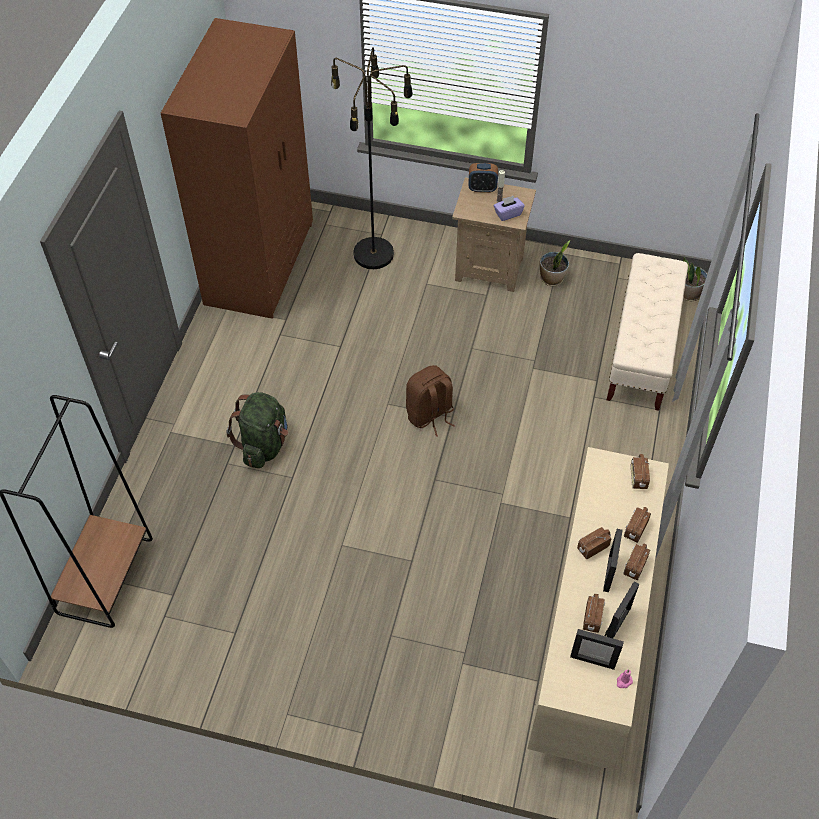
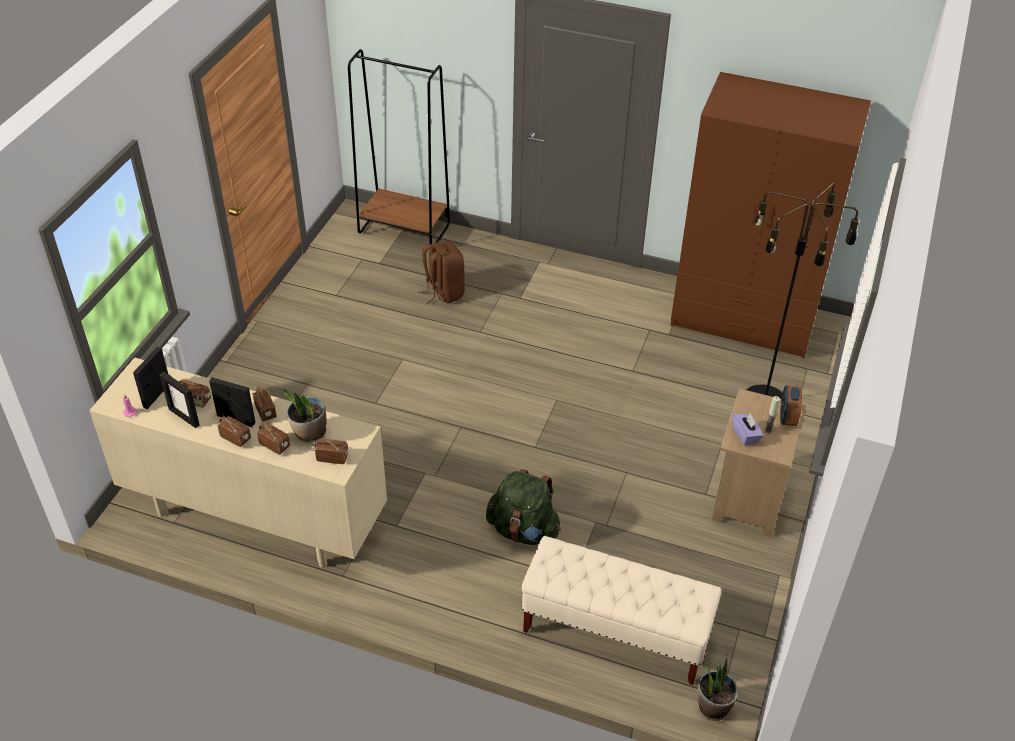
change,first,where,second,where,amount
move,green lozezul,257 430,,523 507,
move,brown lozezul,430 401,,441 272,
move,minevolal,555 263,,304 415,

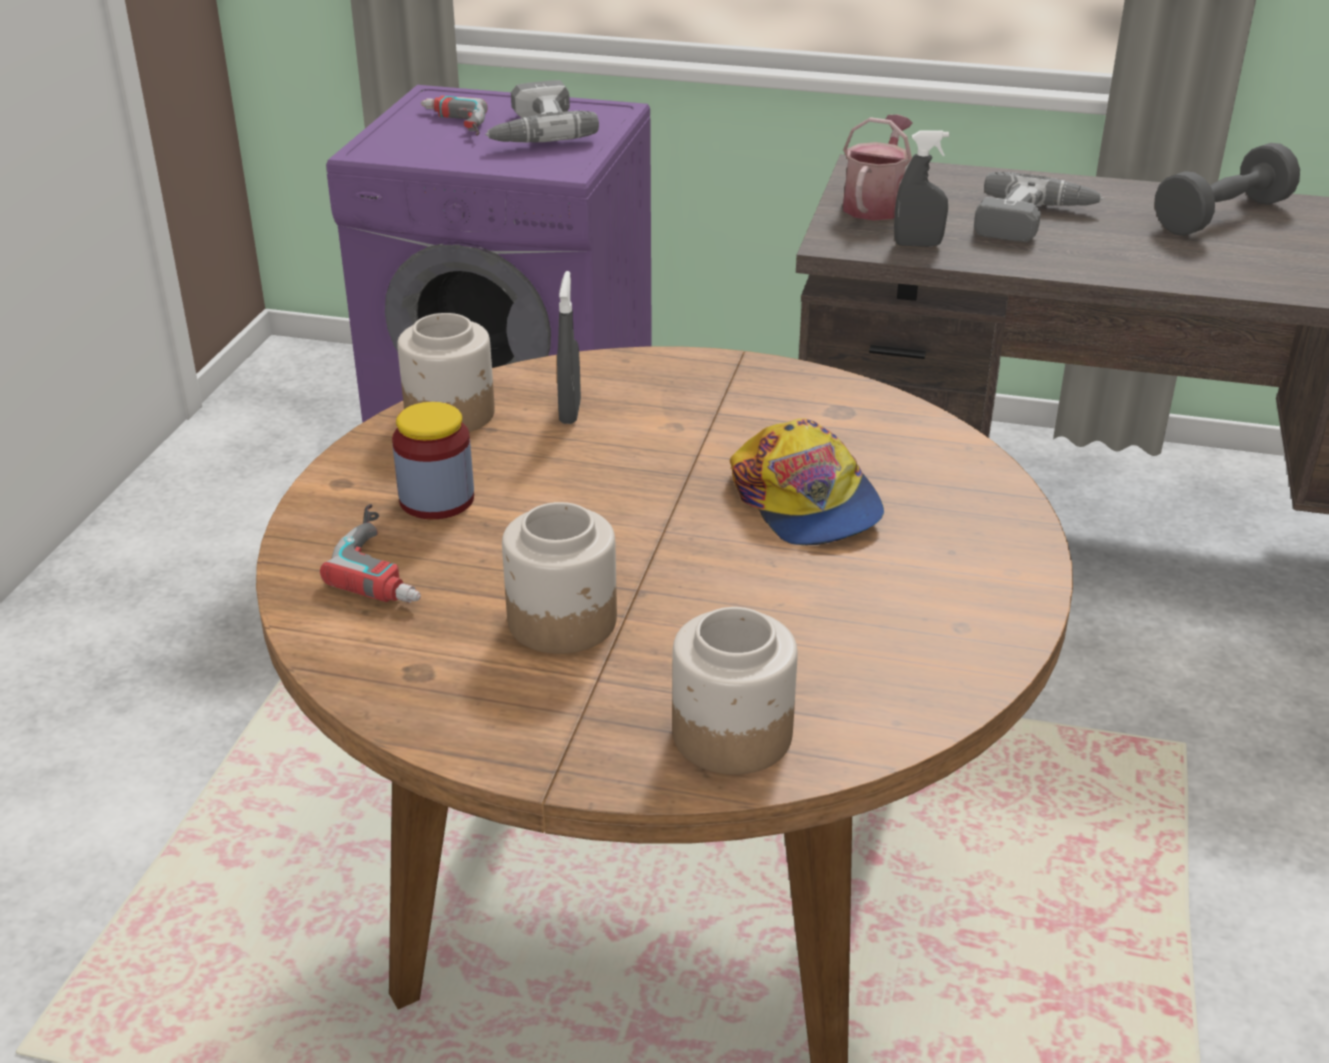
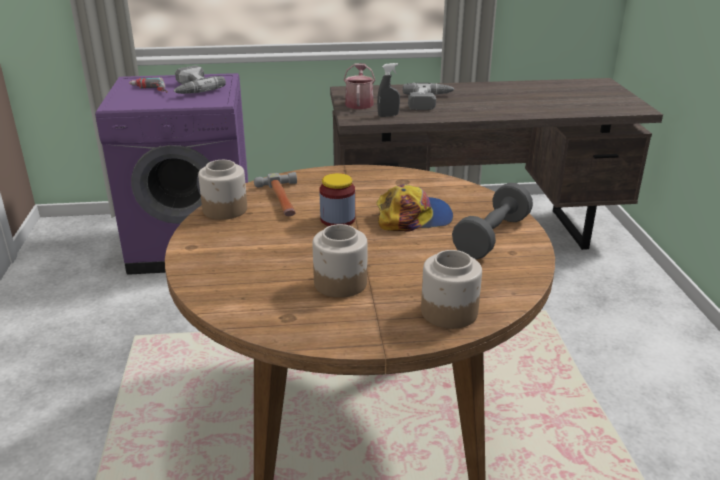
change,first,where,second,where,amount
delete,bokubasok,370 553,,,
move,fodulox,433 460,,337 199,
replace,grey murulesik,569 347,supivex,275 194,
rotate,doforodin,807 482,,414 208,60 degrees counterclockwise
move,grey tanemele,1227 189,,492 221,

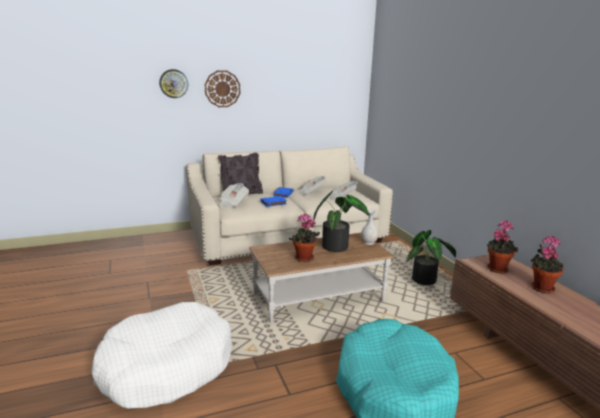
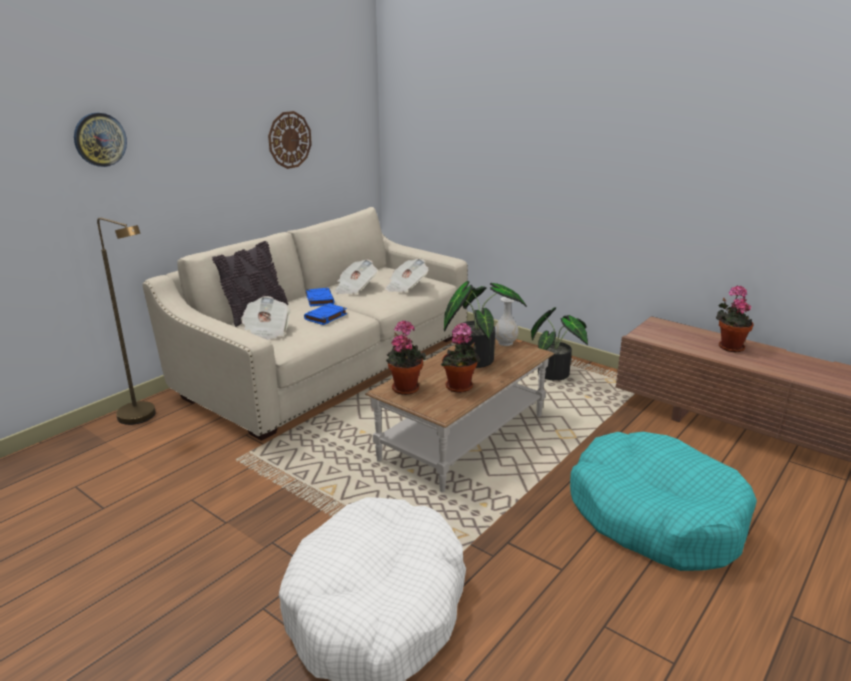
change,first,where,second,where,amount
move,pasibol,222 88,,290 140,
move,minevolal,502 247,,406 357,
insert,,,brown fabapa,126 321,

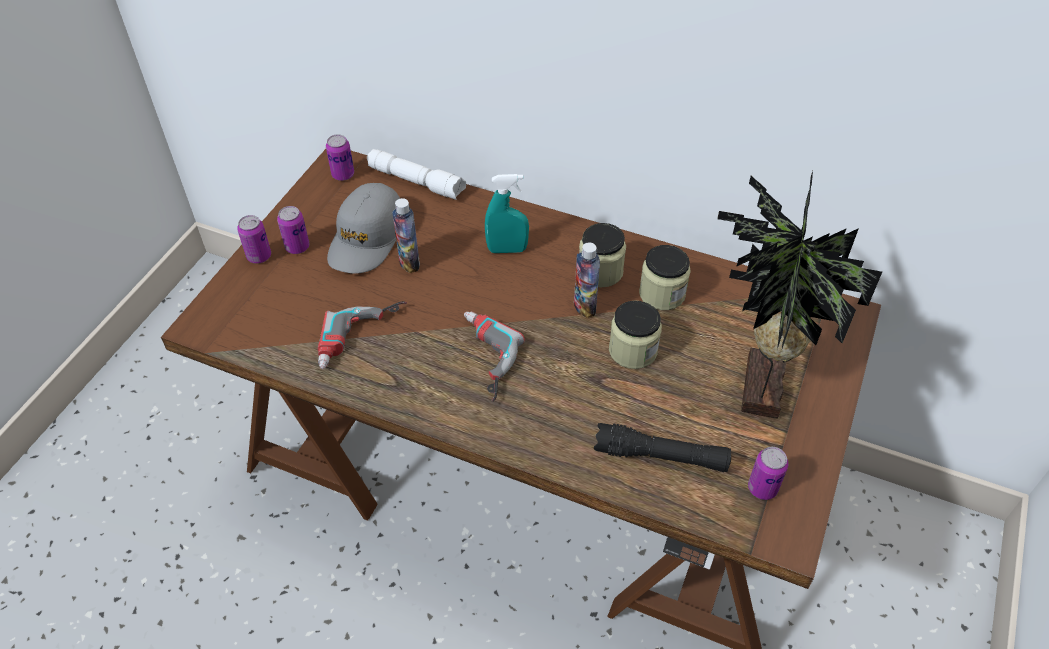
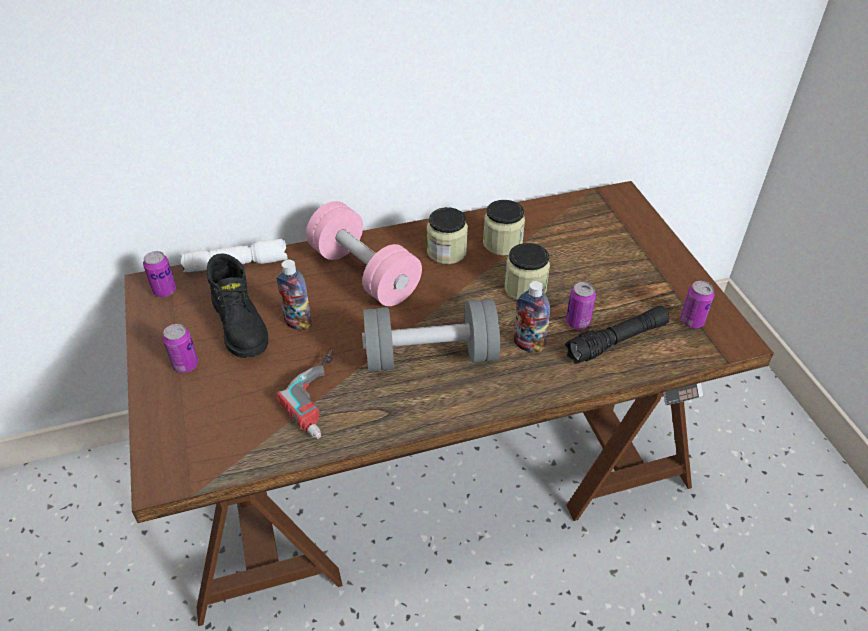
change,first,where,second,where,amount
move,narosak,254 239,,581 306,
replace,grey doforodin,363 228,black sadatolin,237 305,
replace,bokubasok,494 356,grey tanemele,431 335,
replace,turquoise murulesik,507 213,pink tanemele,364 253,
move,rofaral,587 280,,531 317,
delete,minevolal,799 295,,,

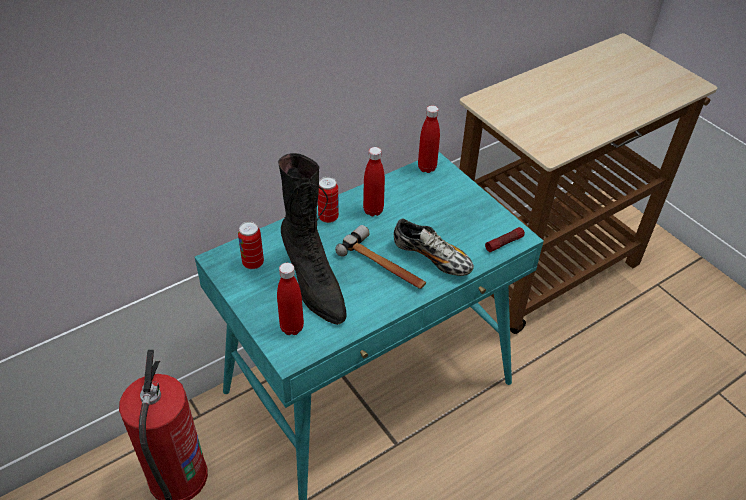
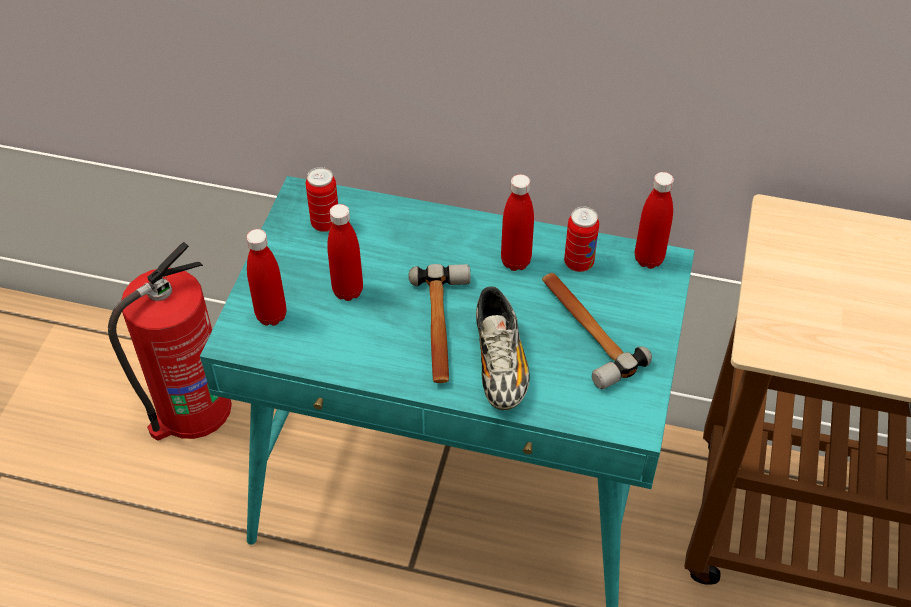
change,first,where,second,where,amount
replace,black sadatolin,312 239,red rofaral,345 252,
move,narosak,328 200,,581 239,
delete,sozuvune,505 239,,,
insert,,,supivex,597 331,

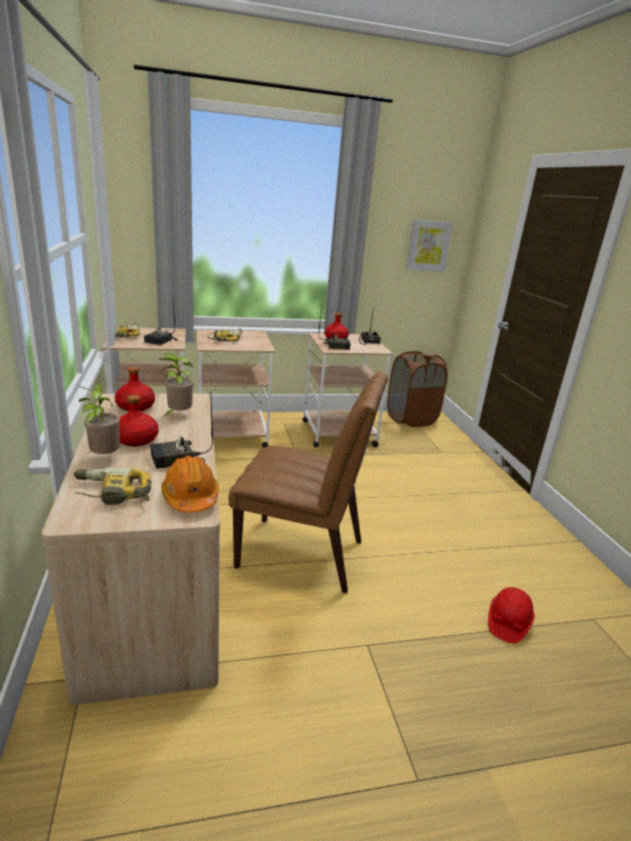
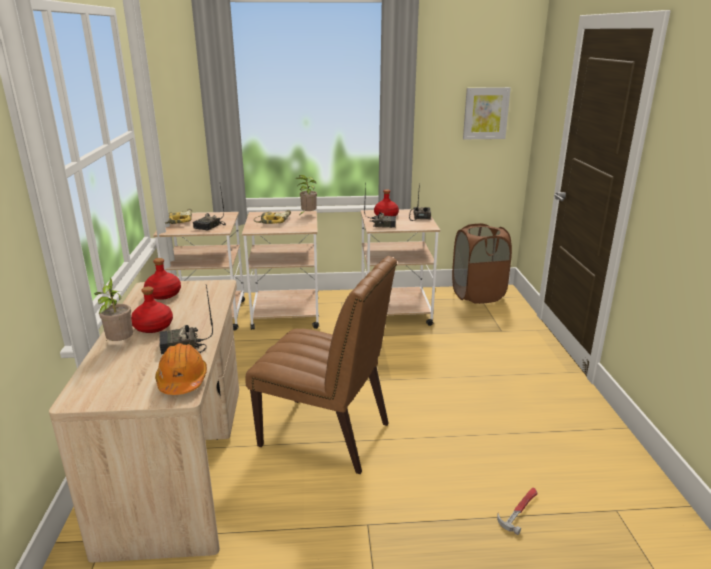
change,first,where,second,where,amount
delete,bokubasok,112 486,,,
move,minevolal,176 385,,306 195,
replace,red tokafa,511 615,supivex,517 511,

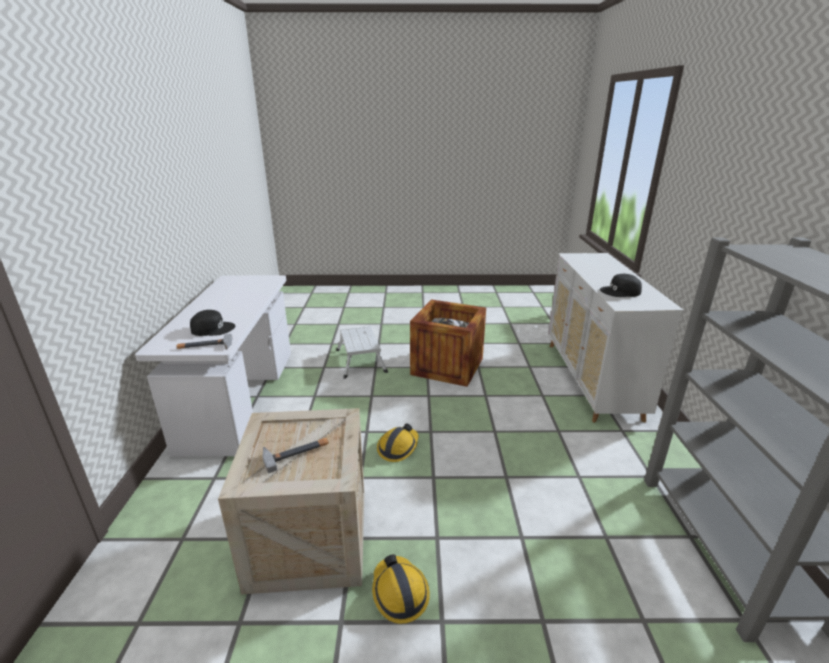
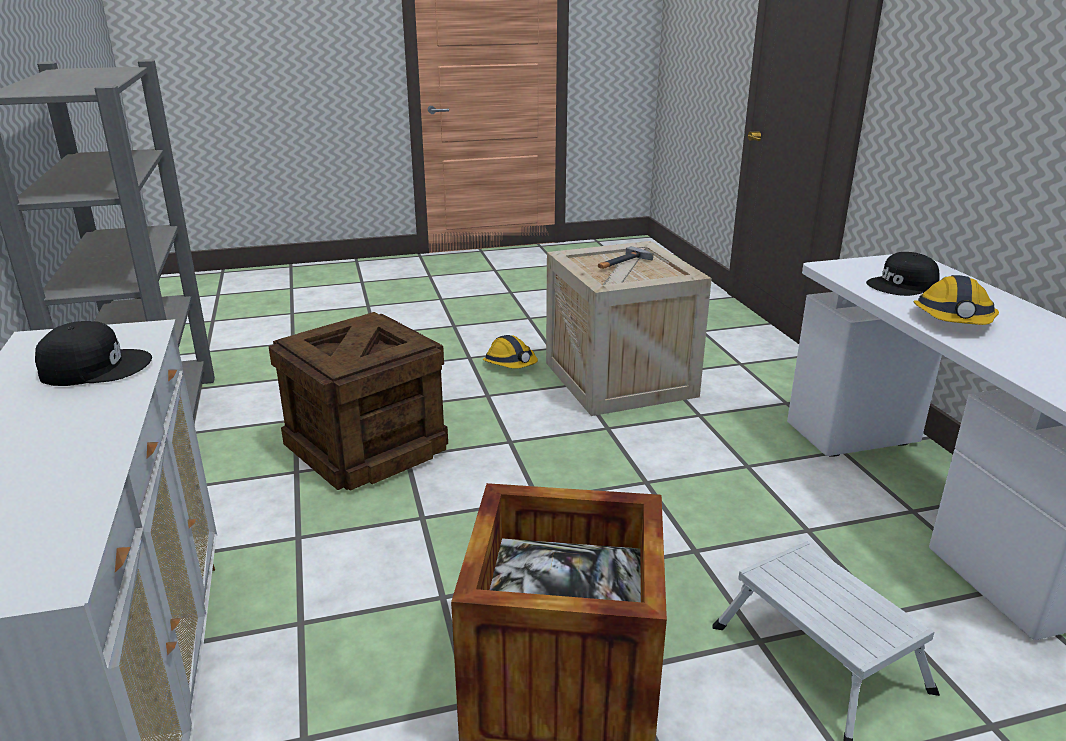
change,first,where,second,where,amount
delete,supivex,204 342,,,
move,tokafa,398 442,,956 300,
insert,,,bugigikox,358 401,

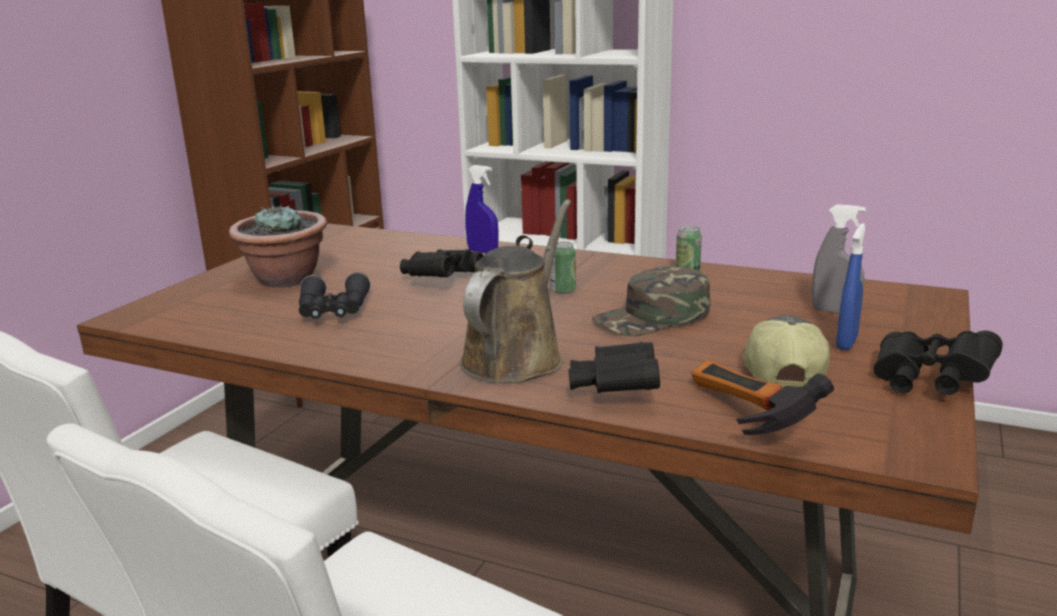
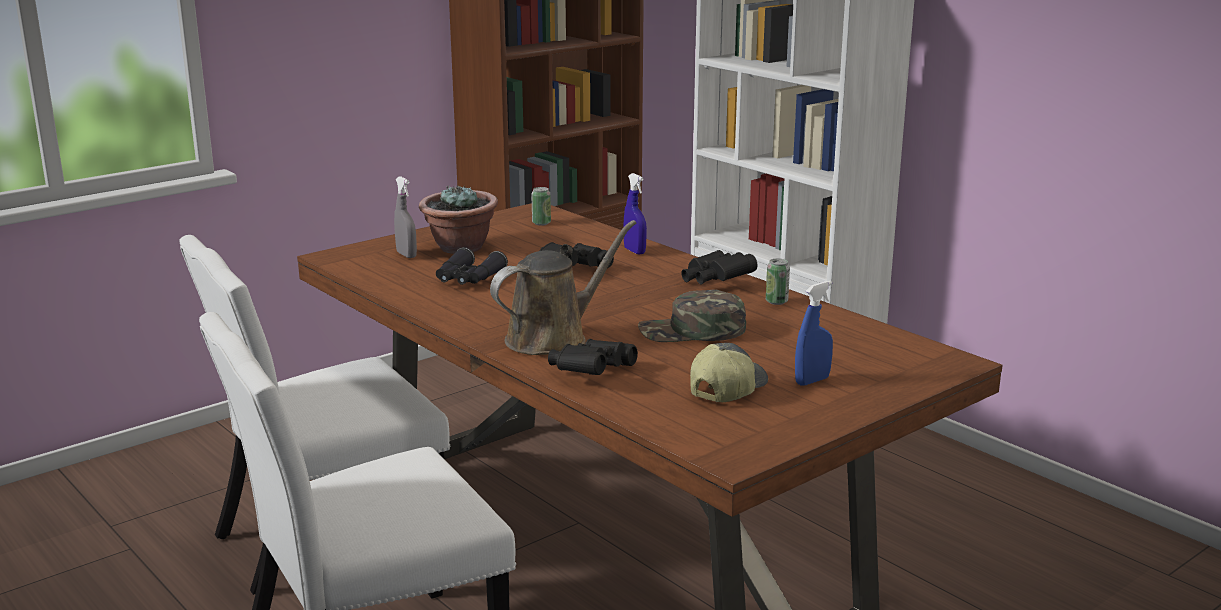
change,first,where,second,where,amount
move,narosak,563 268,,541 206,
delete,supivex,762 397,,,
move,grey murulesik,839 259,,405 217,
move,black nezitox,938 363,,719 267,

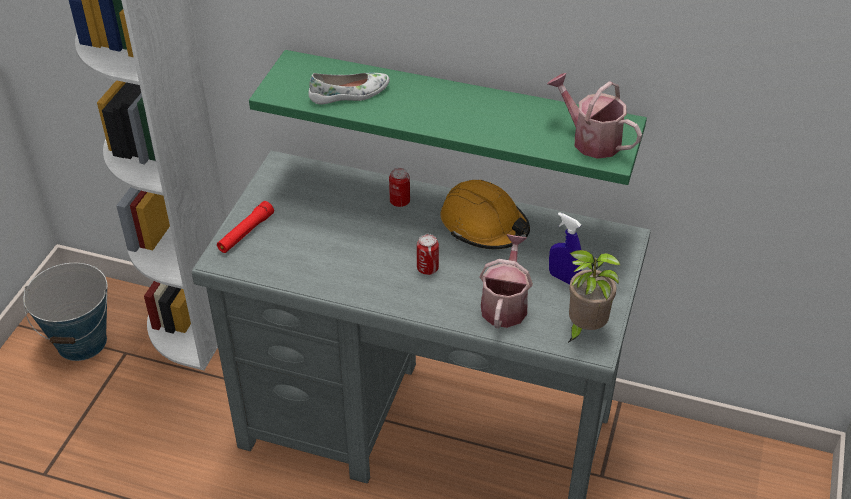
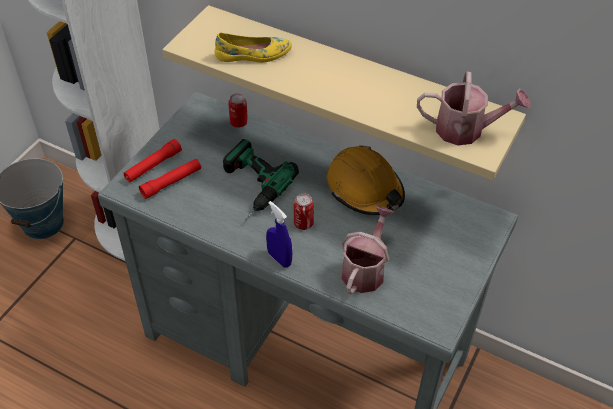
change,first,where,second,where,amount
recolor,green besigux,448 117,beige besigux,344 92,
recolor,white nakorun,349 88,yellow nakorun,253 48,
move,narosak,399 187,,238 110,
rotate,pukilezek,594 116,,474 108,135 degrees clockwise
move,blue murulesik,565 248,,279 234,
delete,minevolal,594 296,,,
insert,,,red sozuvune,170 179,
insert,,,bokubasok,261 179,

